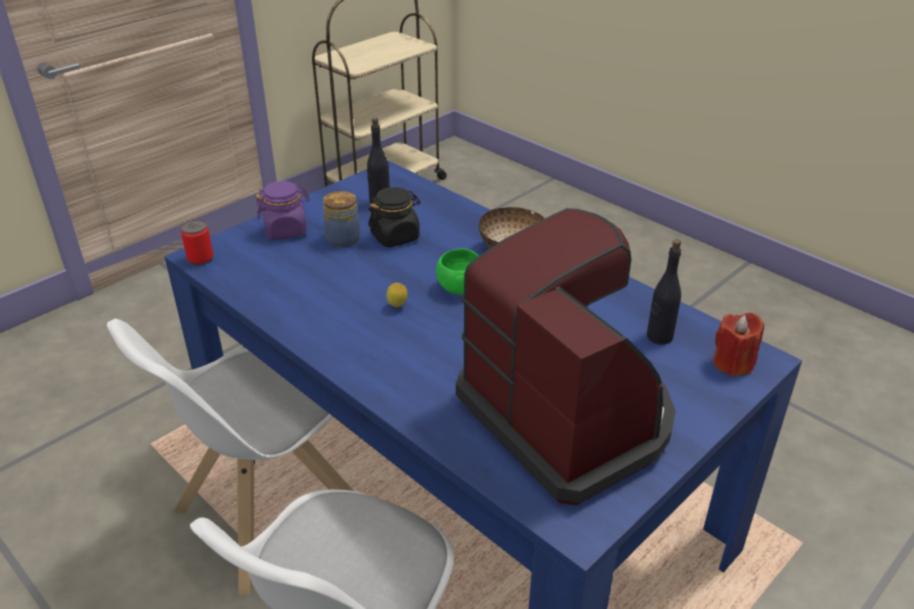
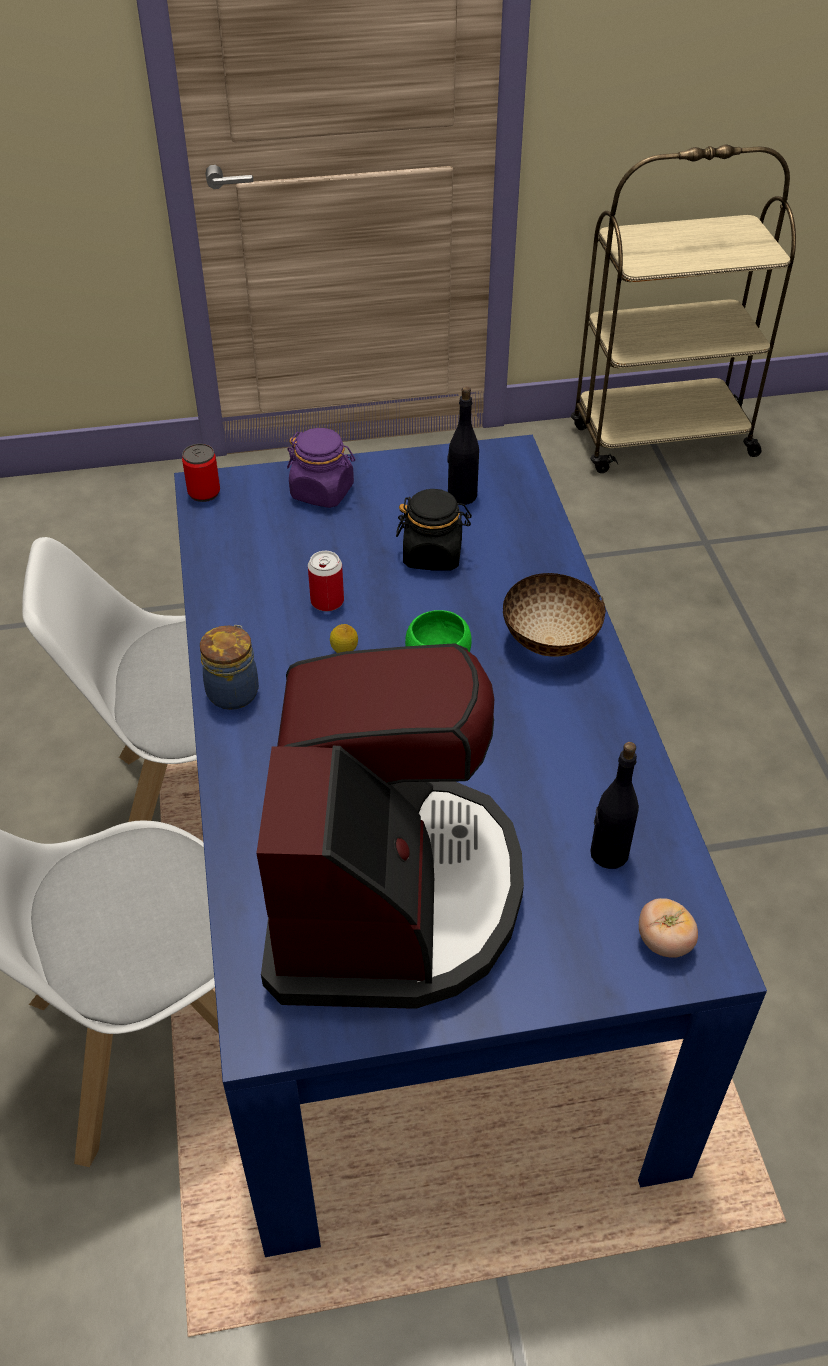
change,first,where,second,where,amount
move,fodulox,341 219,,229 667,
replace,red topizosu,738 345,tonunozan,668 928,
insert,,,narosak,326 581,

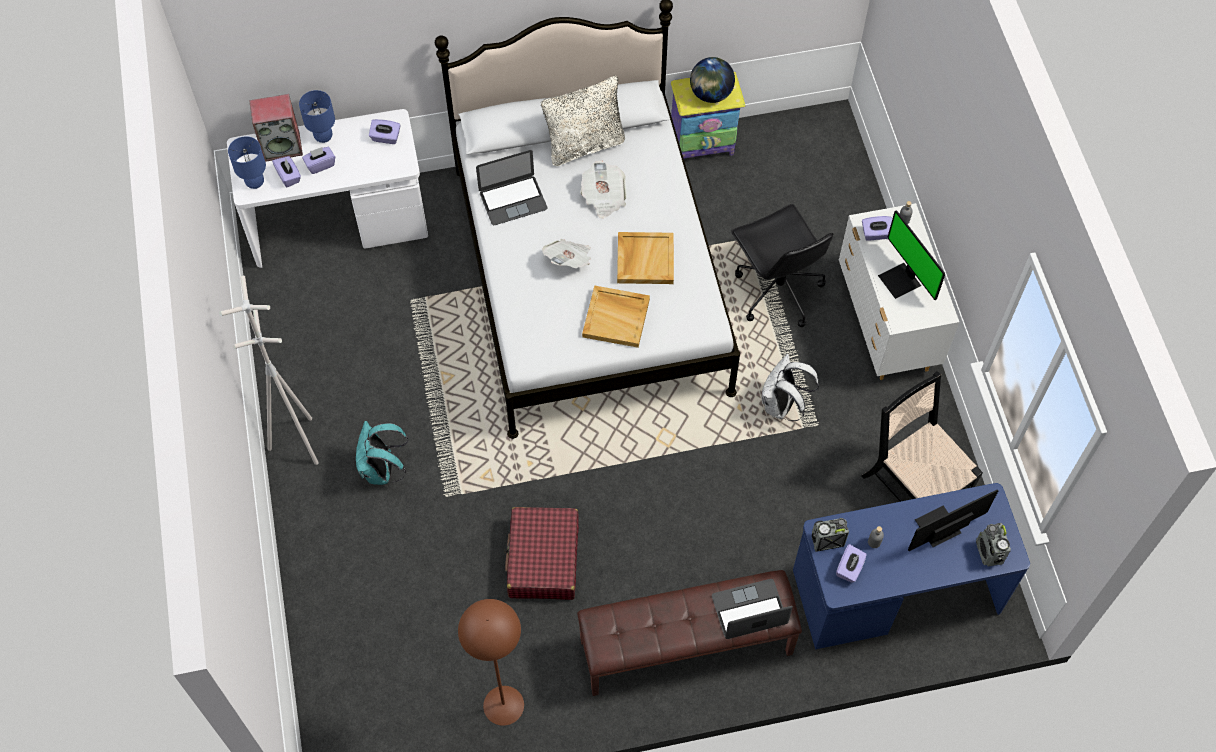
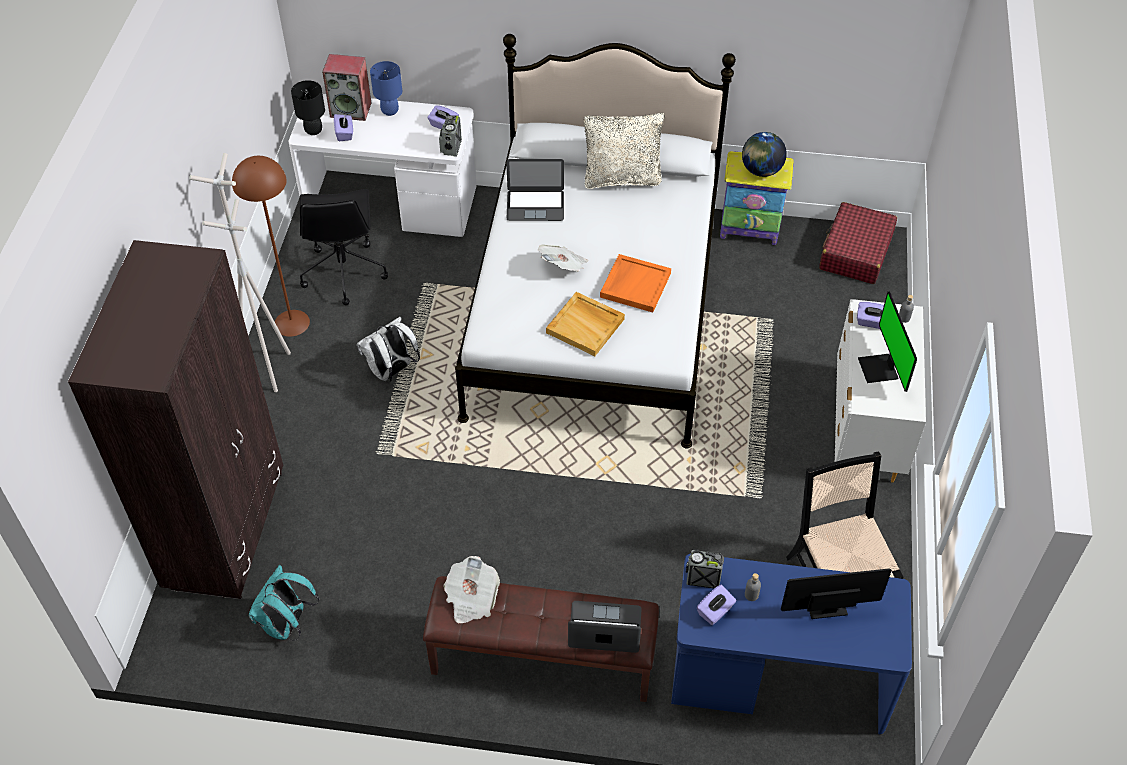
change,first,where,second,where,amount
recolor,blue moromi,247 162,black moromi,308 107,
delete,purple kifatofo,318 160,,,
move,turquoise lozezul,382 453,,284 603,
move,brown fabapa,491 662,,271 246,
move,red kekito,542 553,,858 243,
move,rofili,603 189,,472 589,
recolor,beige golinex,645 258,orange golinex,635 283,
move,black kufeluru,782 265,,344 247,
move,white lozezul,790 387,,388 349,
move,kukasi,993 545,,450 136,
insert,,,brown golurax,175 419,

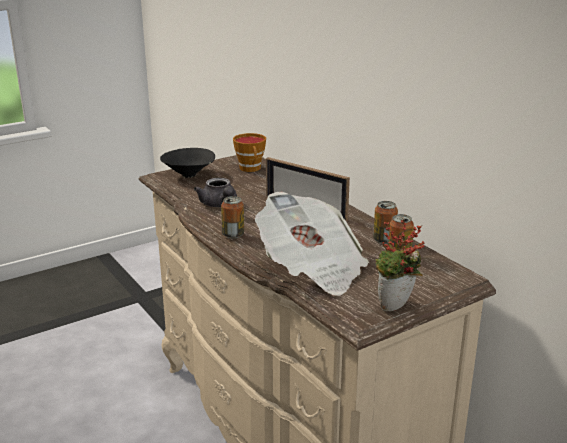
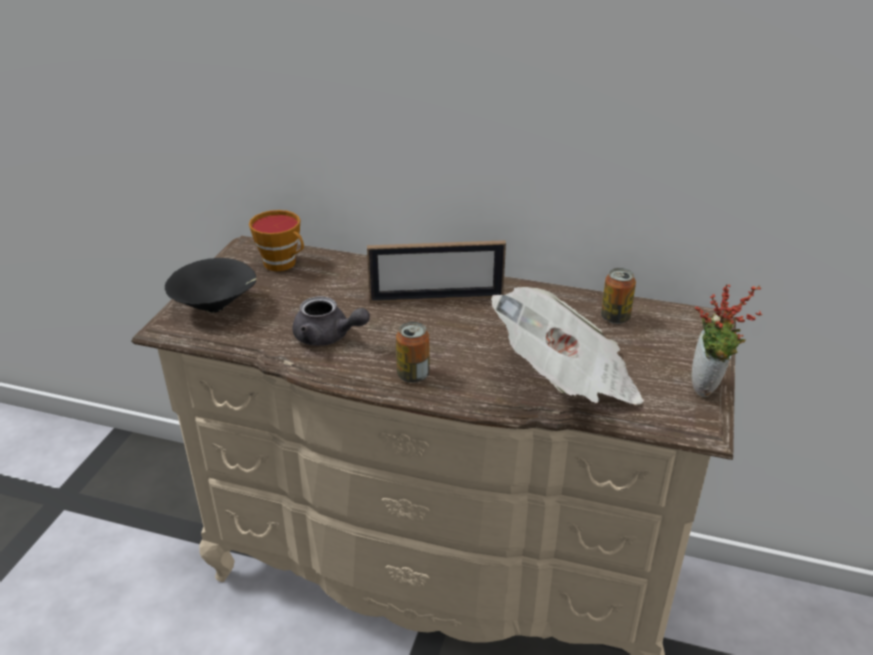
change,first,where,second,where,amount
delete,narosak,385 222,,,

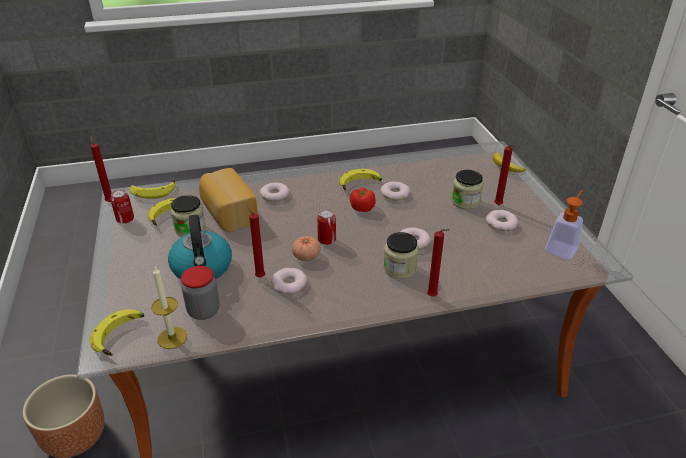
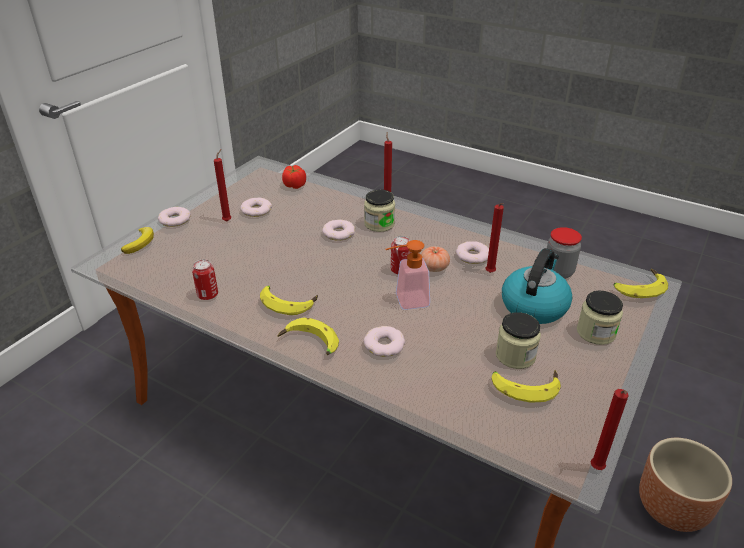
change,first,where,second,where,amount
move,narosak,122 206,,205 279,
move,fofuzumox,153 189,,308 336,
delete,topizosu,169 308,,,
delete,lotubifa,228 200,,,
move,tonunozan,363 200,,294 177,
move,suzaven,395 190,,174 217,
move,fodulox,467 189,,600 317,
move,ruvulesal,564 225,,408 275,

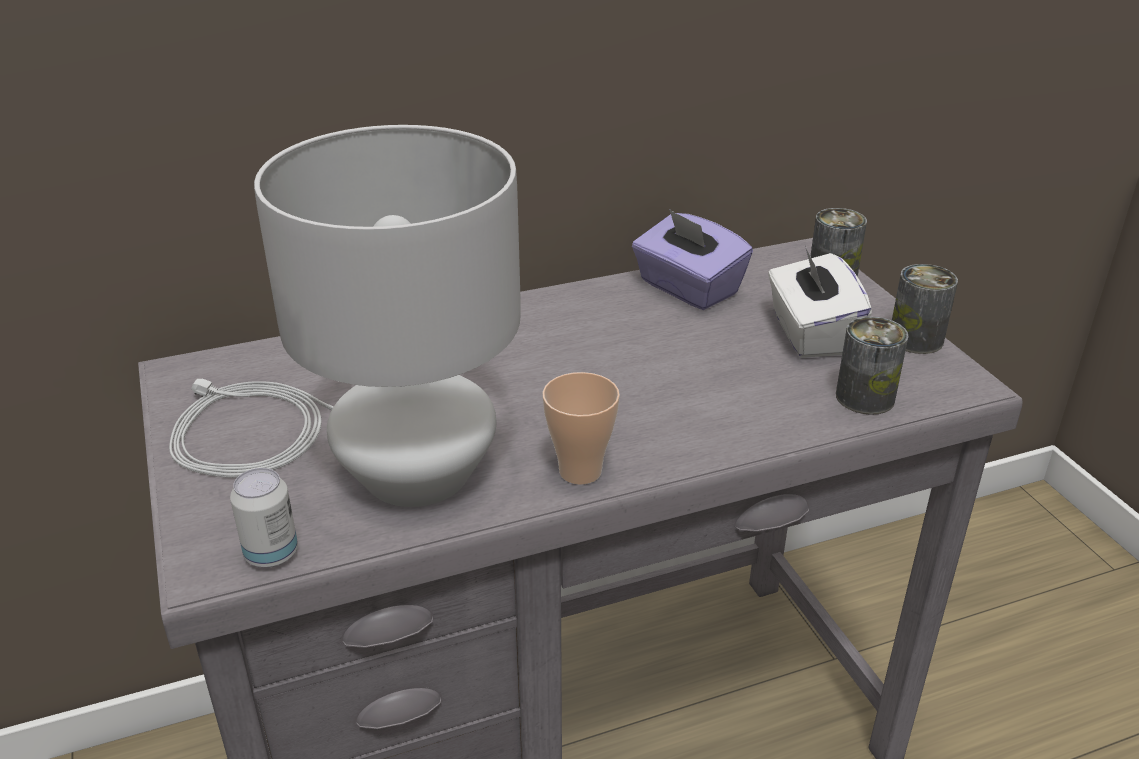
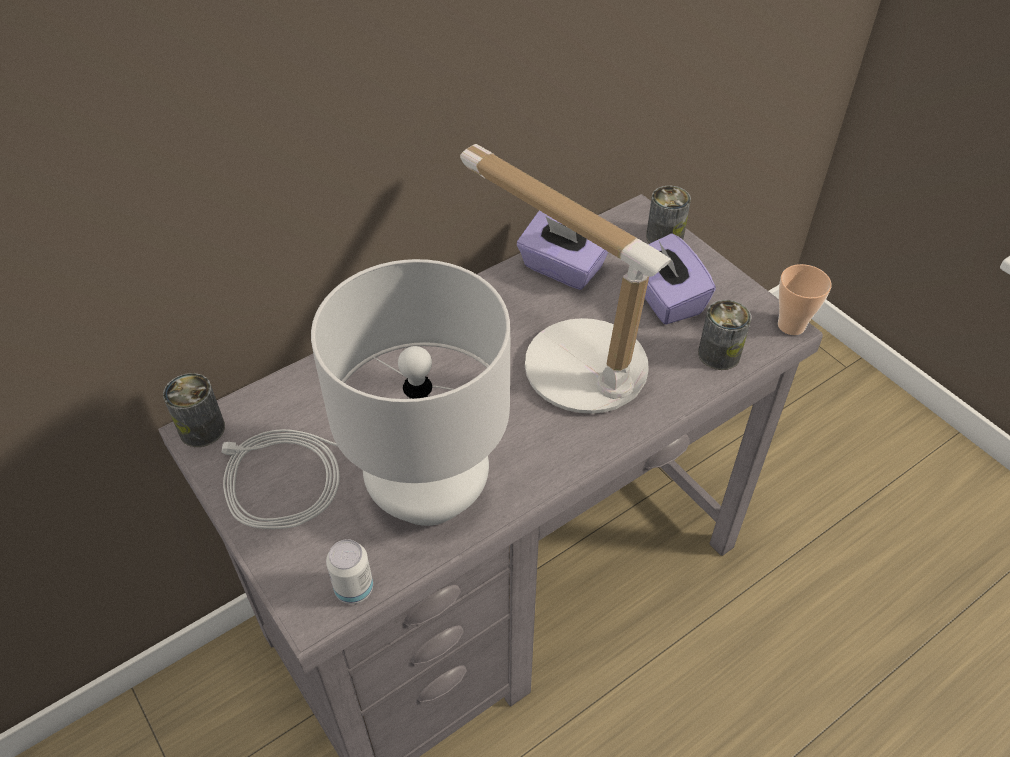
change,first,where,second,where,amount
move,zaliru,581 428,,805 299,
recolor,white kifatofo,820 302,purple kifatofo,680 279,
move,narosak,925 309,,194 410,
insert,,,moromi,566 279,

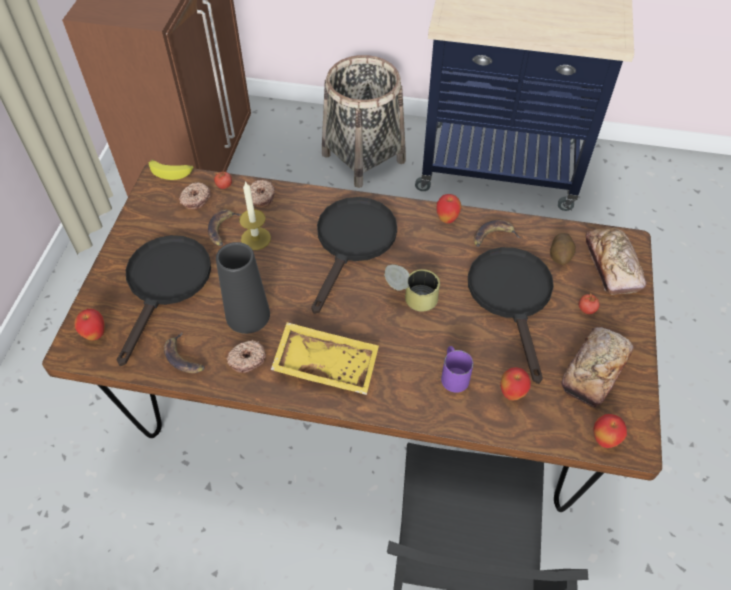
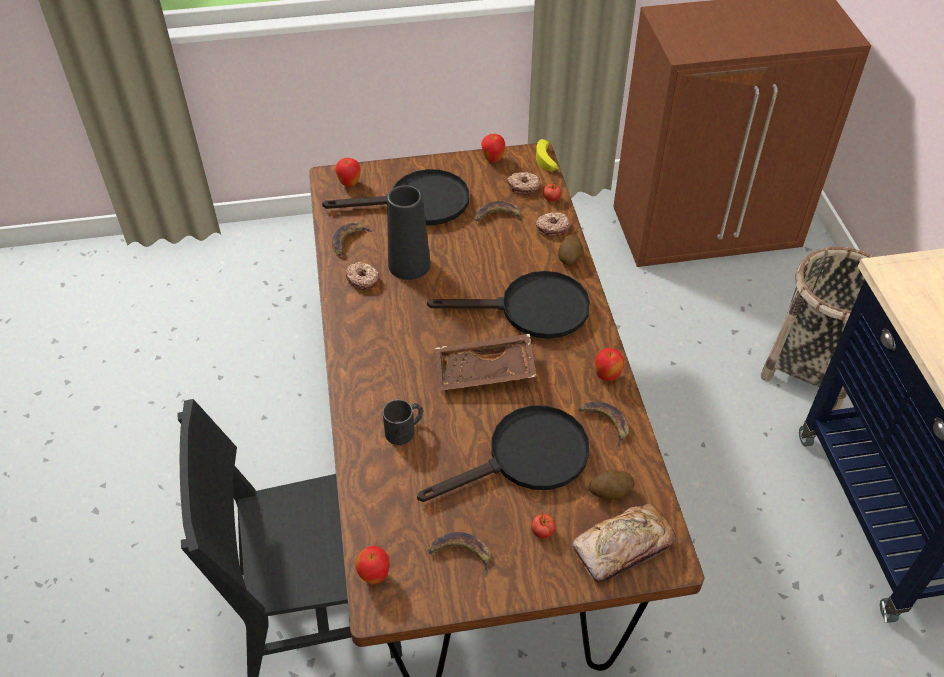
change,first,where,second,where,amount
delete,topizosu,255 215,,,
delete,yellow golinex,325 358,,,
replace,narosak,412 287,brown golinex,486 362,
recolor,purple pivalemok,457 369,black pivalemok,402 422,
move,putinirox,515 383,,493 148,
replace,lotubifa,597 367,fofuzumox,459 553,
insert,,,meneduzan,571 250,

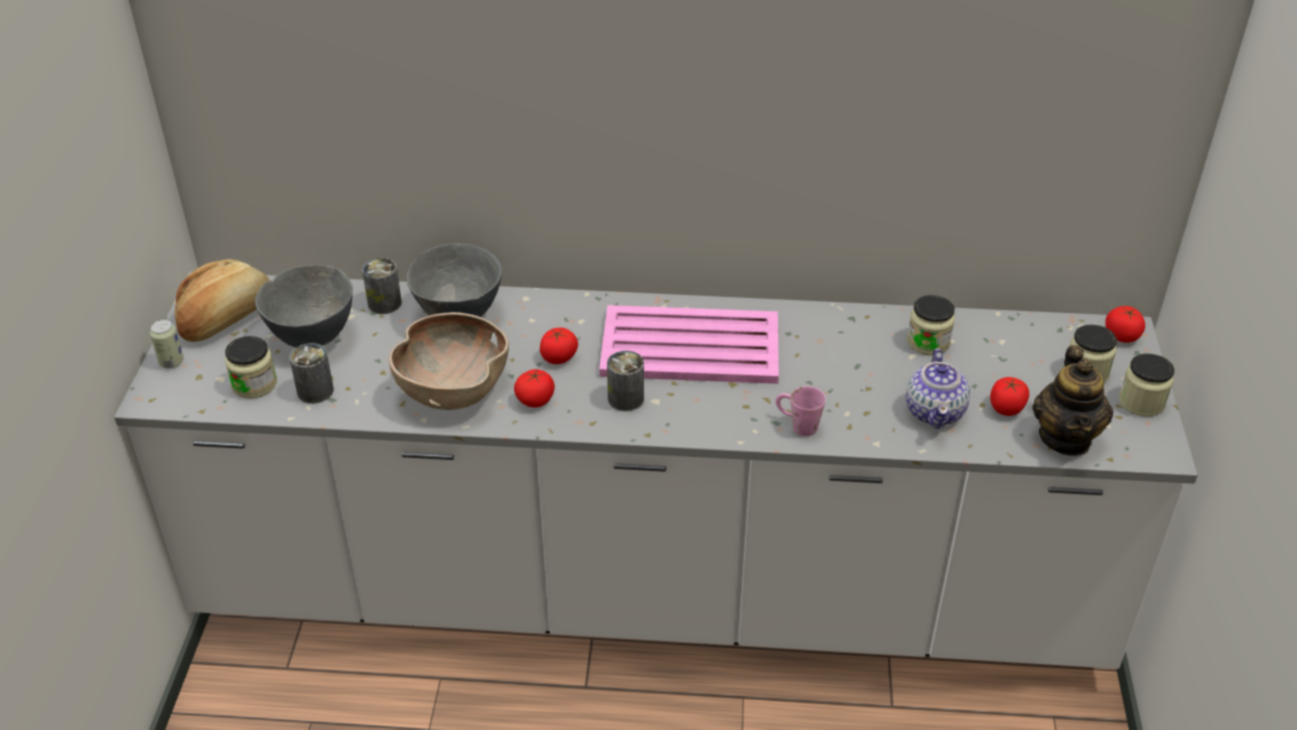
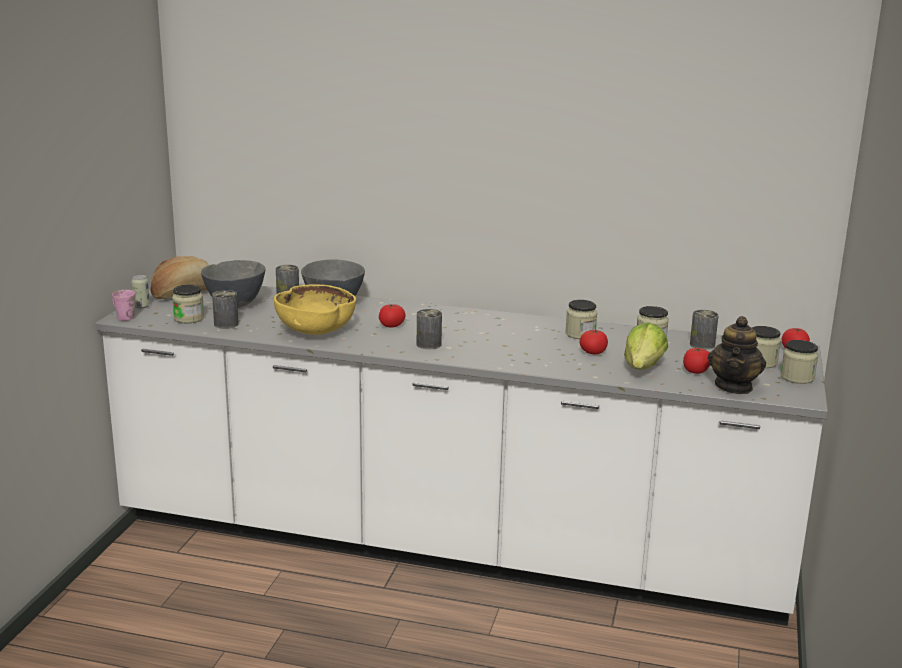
change,first,where,second,where,amount
recolor,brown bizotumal,449 361,yellow bizotumal,315 309,
move,tonunozan,534 388,,594 342,
delete,pink golinex,689 344,,,
move,pink pivalemok,801 411,,124 305,
replace,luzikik,938 388,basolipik,646 346,
insert,,,fodulox,581 319,
insert,,,narosak,704 330,

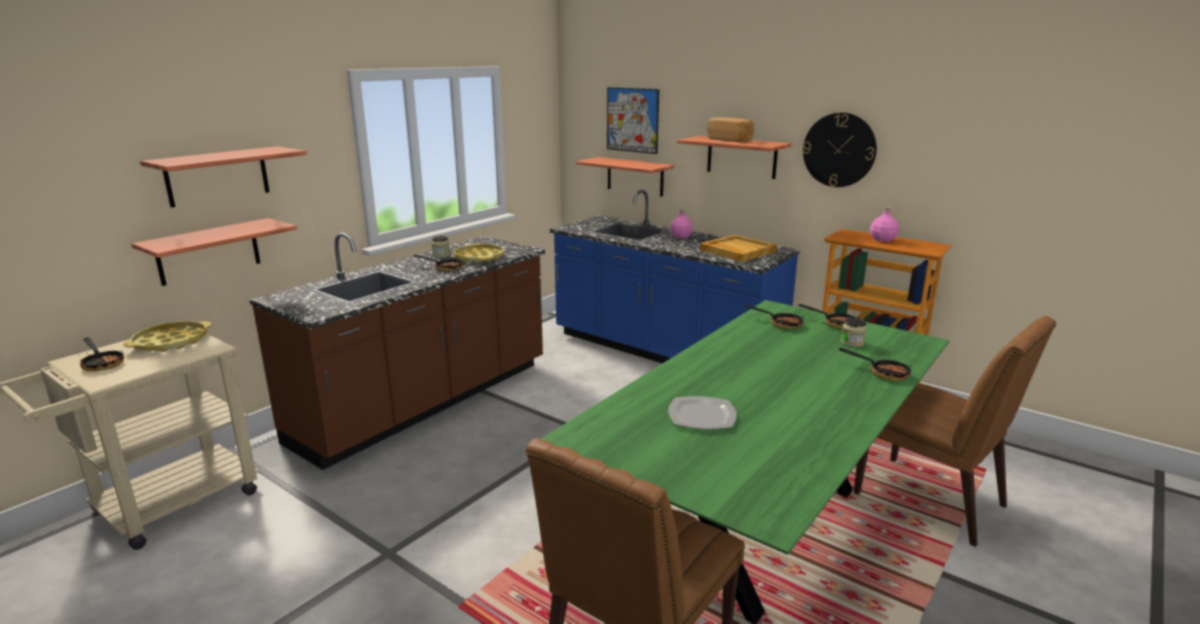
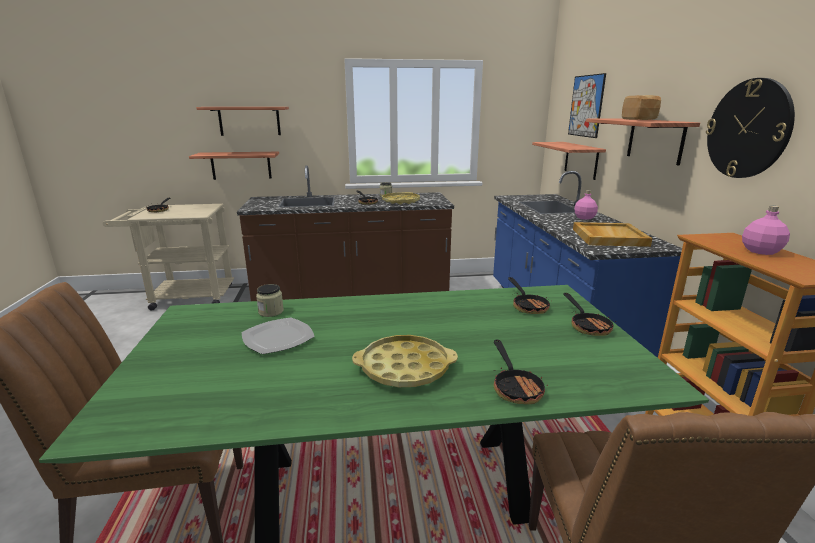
change,first,where,second,where,amount
move,yellow golinex,167 336,,405 361,
move,fodulox,854 332,,270 300,

